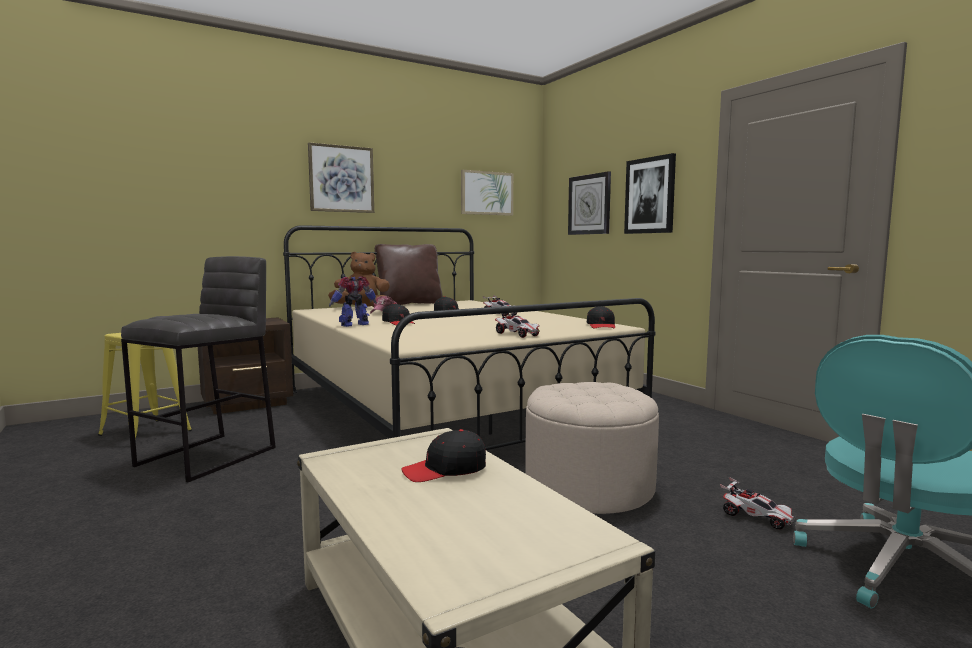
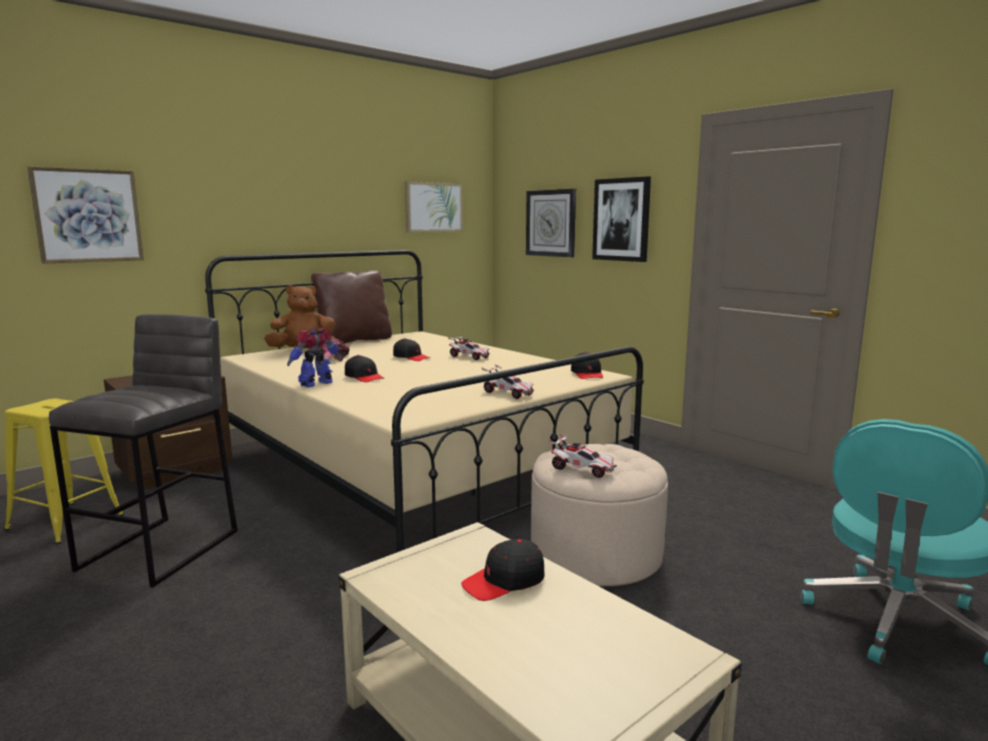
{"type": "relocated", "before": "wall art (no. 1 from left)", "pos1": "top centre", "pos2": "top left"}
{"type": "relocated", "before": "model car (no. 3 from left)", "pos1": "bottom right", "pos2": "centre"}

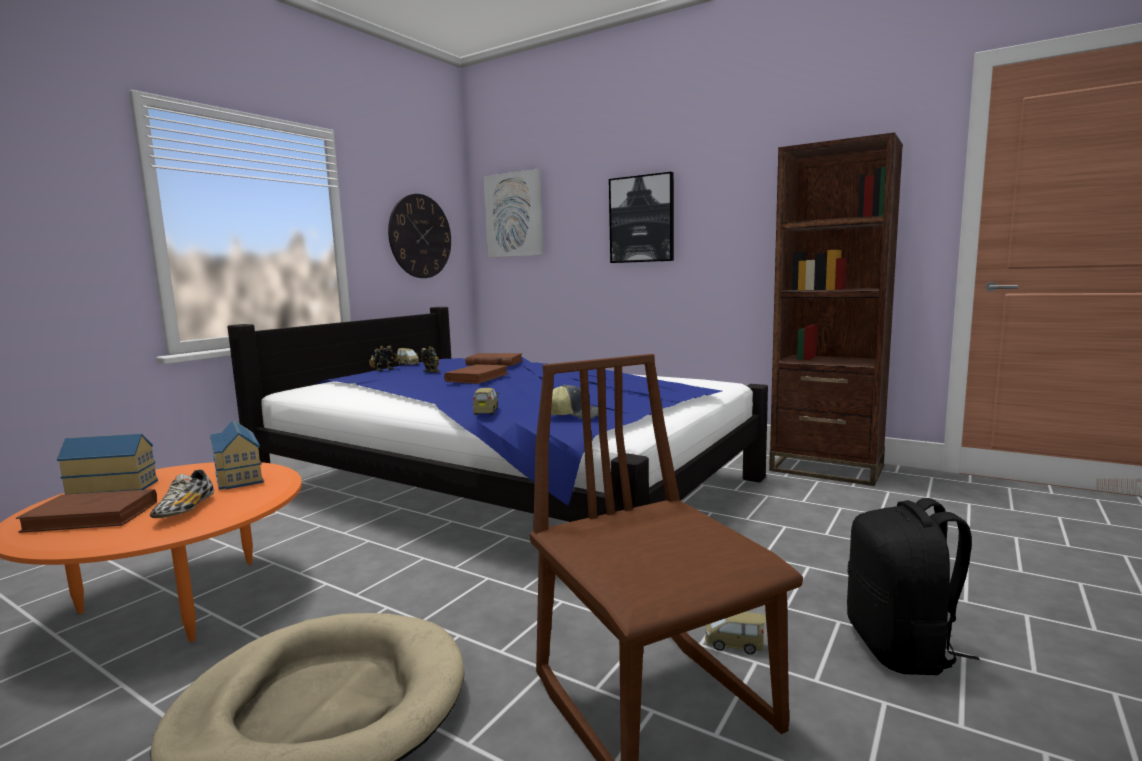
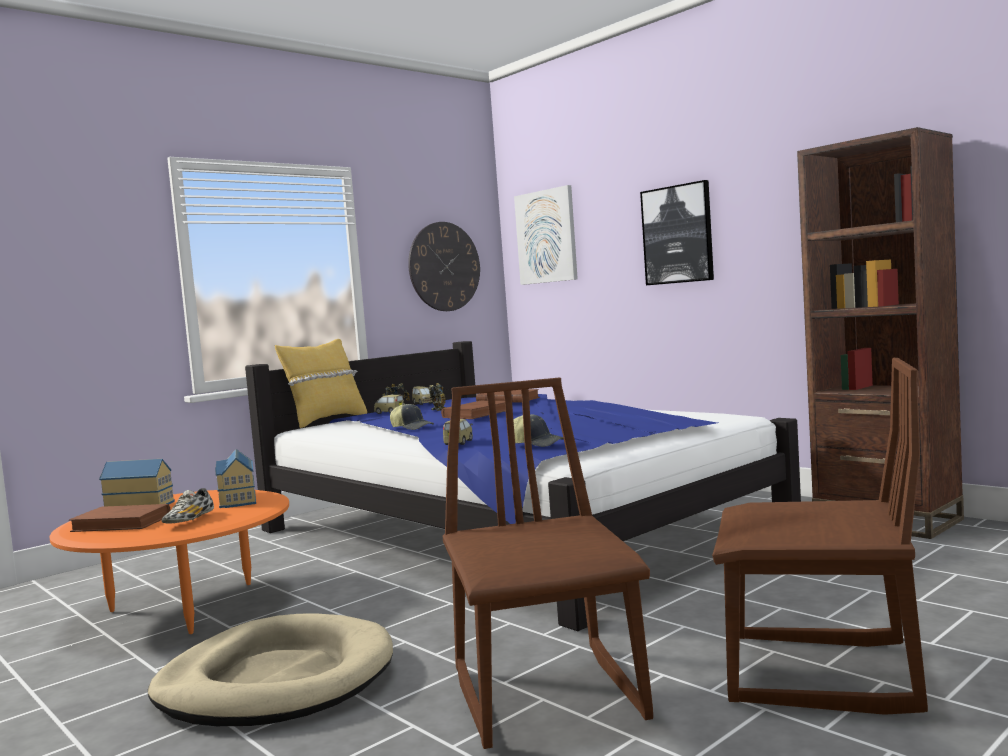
{"type": "exchanged", "before": "knapsack/black", "after": "chair/brown (no. 2 from left)", "pos1": "bottom right", "pos2": "bottom right"}
{"type": "relocated", "before": "model car (no. 3 from left in the first image)", "after": "model car (no. 1 from left)", "pos1": "bottom centre", "pos2": "centre"}
{"type": "appeared", "after": "cushion/yellow", "pos2": "middle left"}
{"type": "appeared", "after": "baseball cap (no. 1 from left)", "pos2": "centre"}

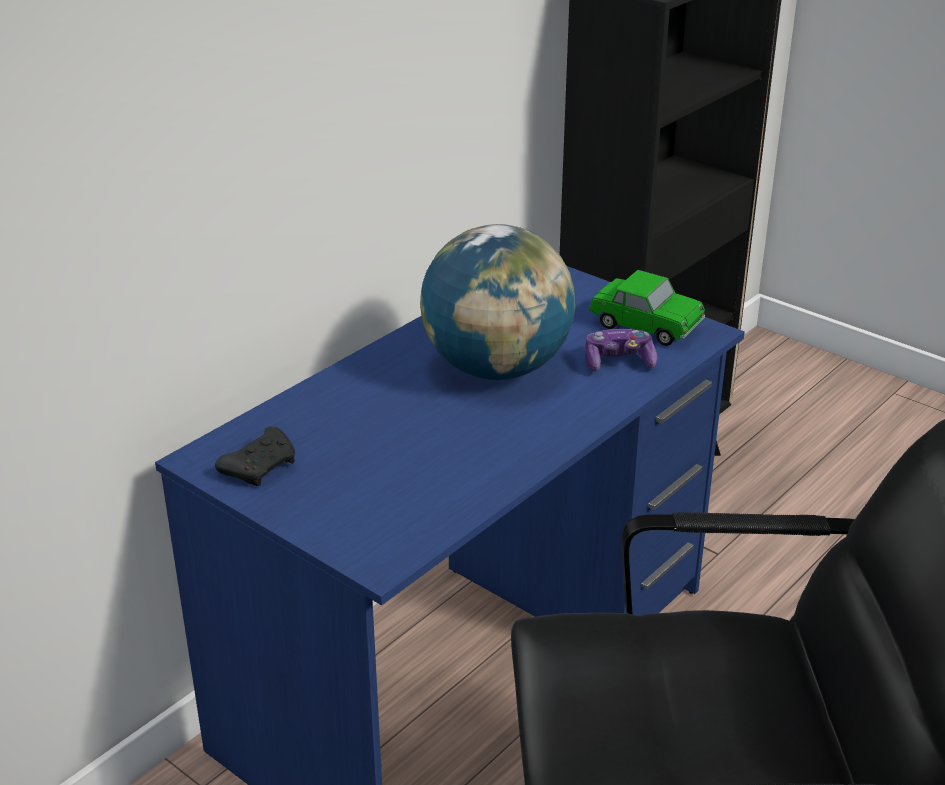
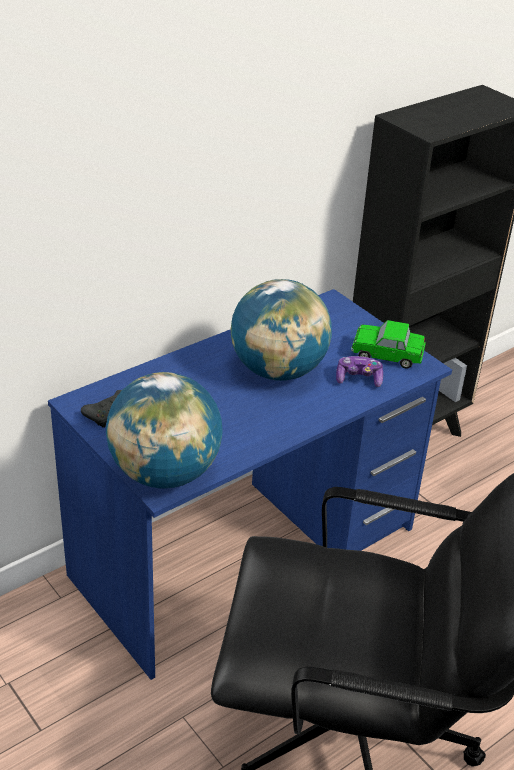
{"type": "spun", "before": "model car", "pos1": "middle right", "pos2": "middle right", "turn": 150}
{"type": "appeared", "after": "world globe (no. 1 from left)", "pos2": "middle left"}

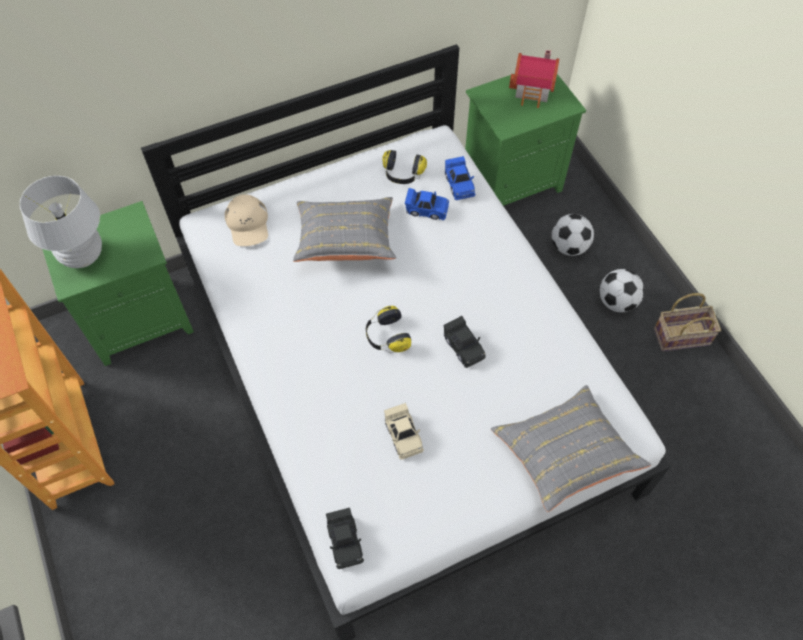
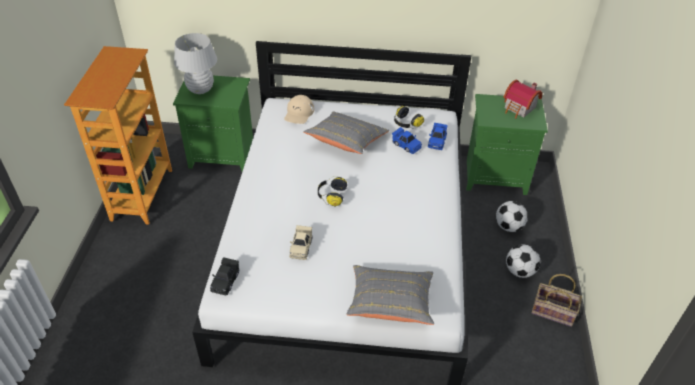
{"type": "missing", "before": "model car/black (no. 2 from left)", "pos1": "centre"}

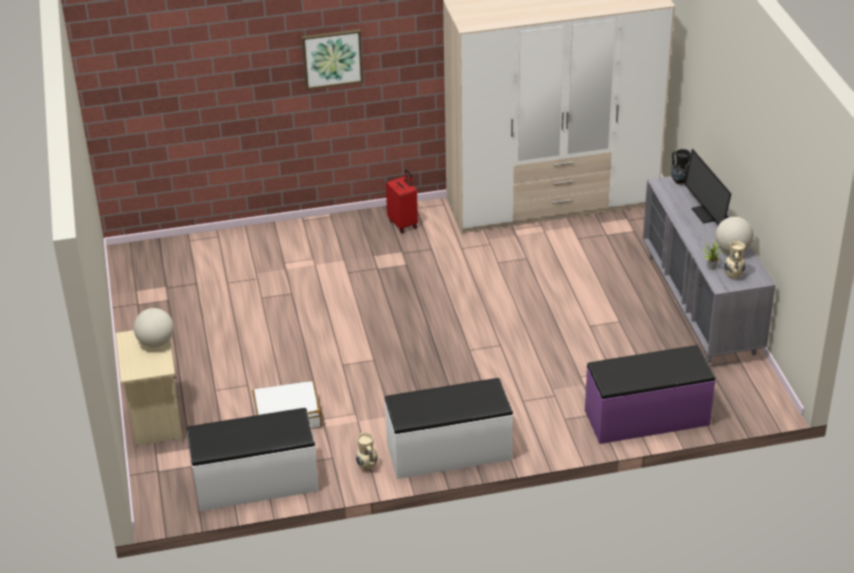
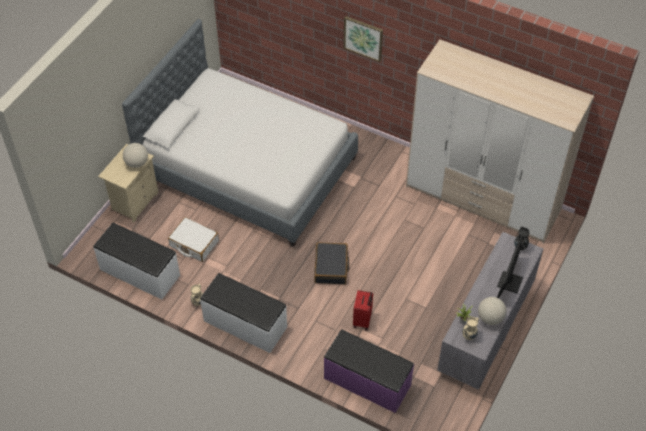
{"type": "relocated", "before": "travel case/red-coloured", "pos1": "centre", "pos2": "bottom centre"}
{"type": "appeared", "after": "sleeping bed", "pos2": "top centre"}
{"type": "appeared", "after": "travel case/black", "pos2": "centre"}

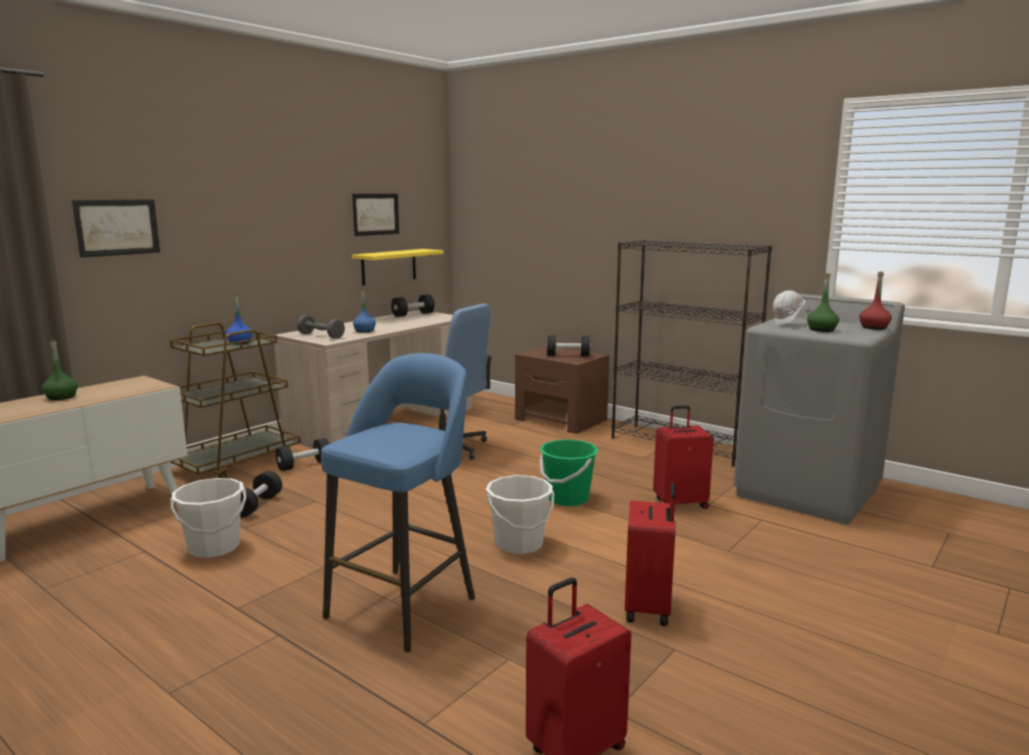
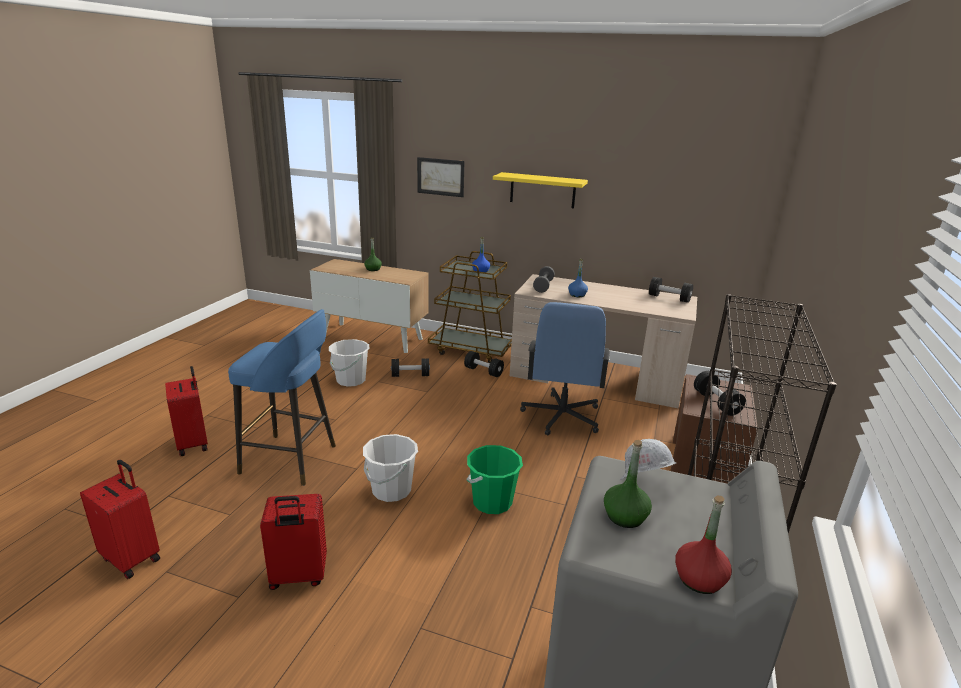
{"type": "missing", "before": "wall art (no. 2 from left)", "pos1": "top centre"}
{"type": "relocated", "before": "wall shelf/yellow", "pos1": "centre", "pos2": "top centre"}
{"type": "relocated", "before": "travel case/red-coloured (no. 3 from left in the first image)", "after": "travel case/red-coloured (no. 2 from left)", "pos1": "centre", "pos2": "middle left"}

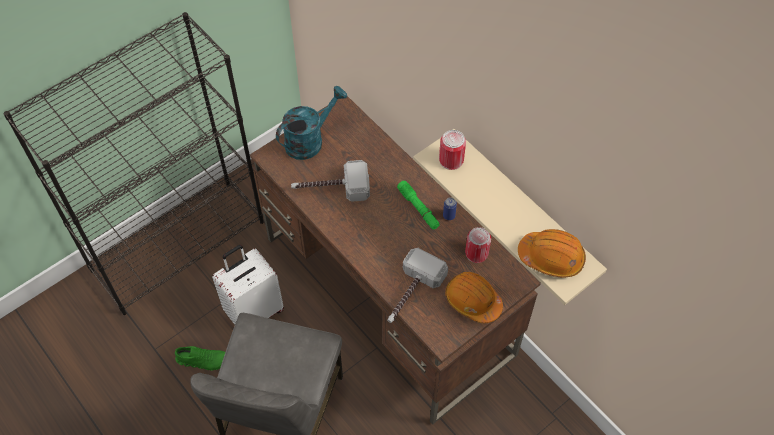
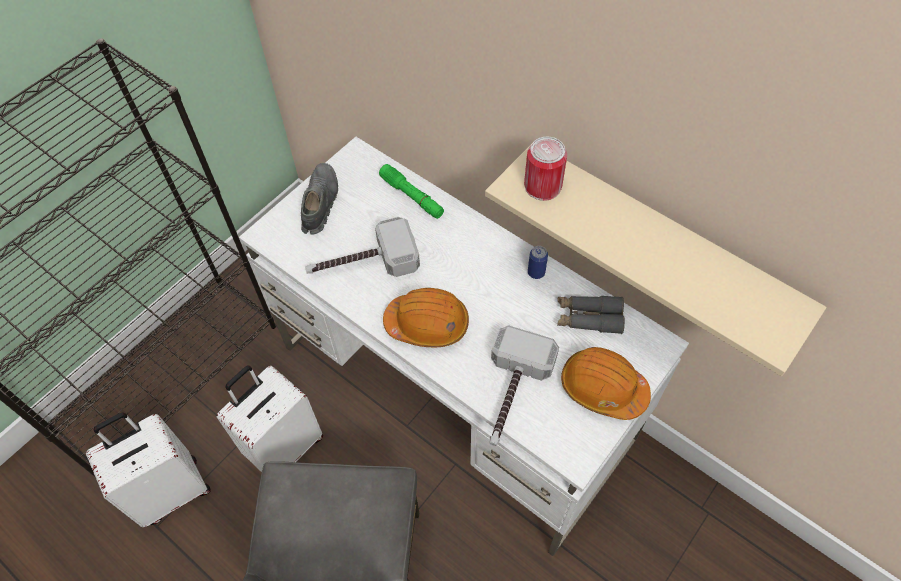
{"type": "exchanged", "before": "sprinkling can/turquoise-coloured", "after": "item of footwear/grey", "pos1": "top centre", "pos2": "centre"}
{"type": "colour", "before": "desk unit/brown", "after": "desk unit/whitish", "pos1": "centre", "pos2": "centre"}
{"type": "relocated", "before": "torch/green", "pos1": "centre", "pos2": "top centre"}
{"type": "exchanged", "before": "sealed can (no. 3 from left)", "after": "binoculars/grey", "pos1": "centre", "pos2": "centre"}
{"type": "relocated", "before": "hard hat/orange-coloured (no. 2 from left in the first image)", "after": "hard hat/orange-coloured (no. 1 from left)", "pos1": "middle right", "pos2": "centre"}
{"type": "missing", "before": "item of footwear/green", "pos1": "bottom left"}
{"type": "appeared", "after": "travel case/whitish (no. 1 from left)", "pos2": "bottom left"}

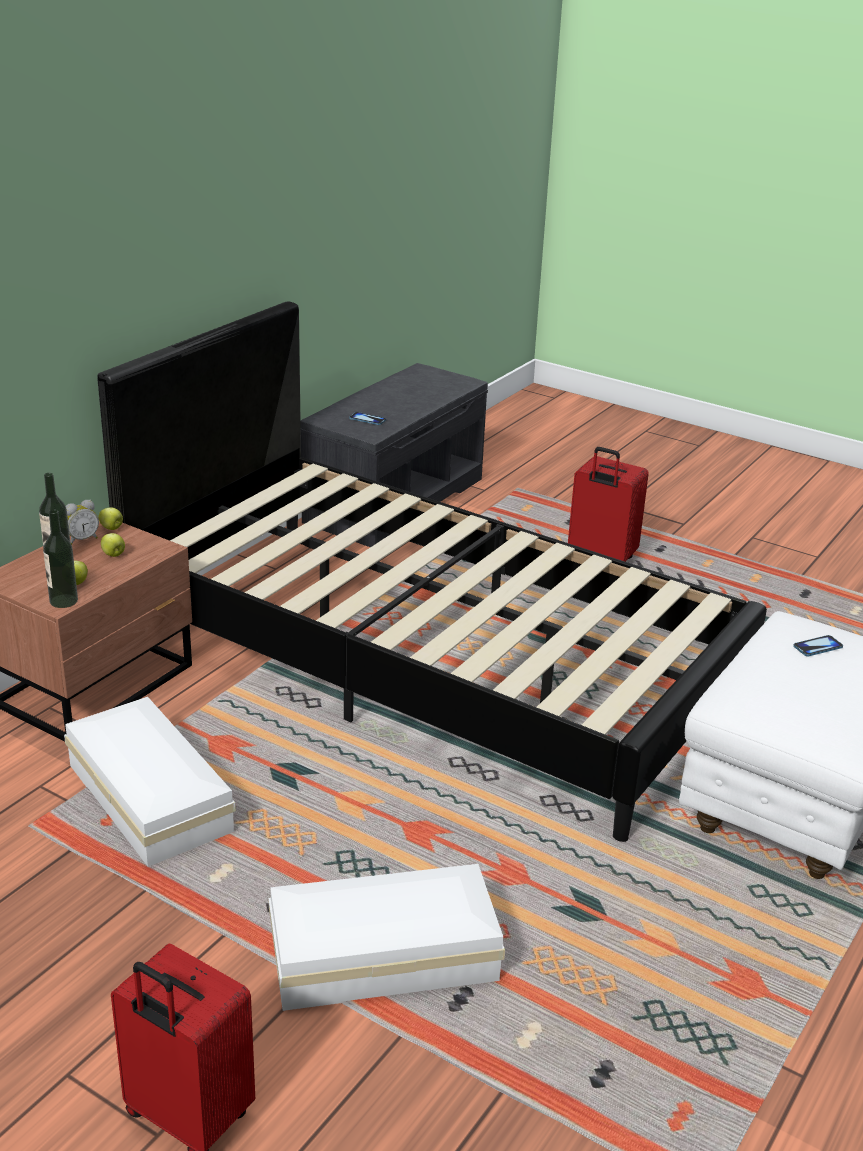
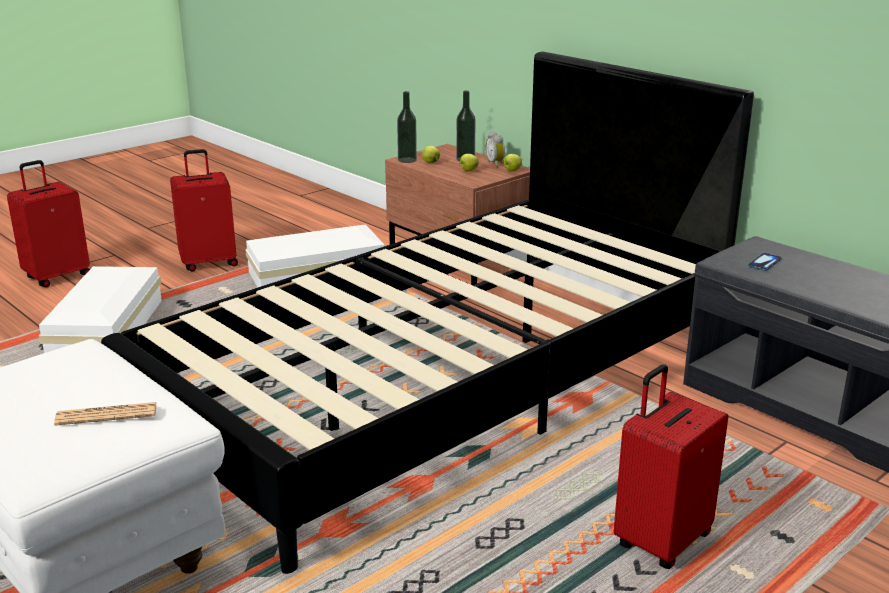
{"type": "exchanged", "before": "telephone (no. 2 from left)", "after": "printed paper", "pos1": "middle right", "pos2": "bottom left"}
{"type": "appeared", "after": "travel case/red-coloured (no. 2 from left)", "pos2": "middle left"}

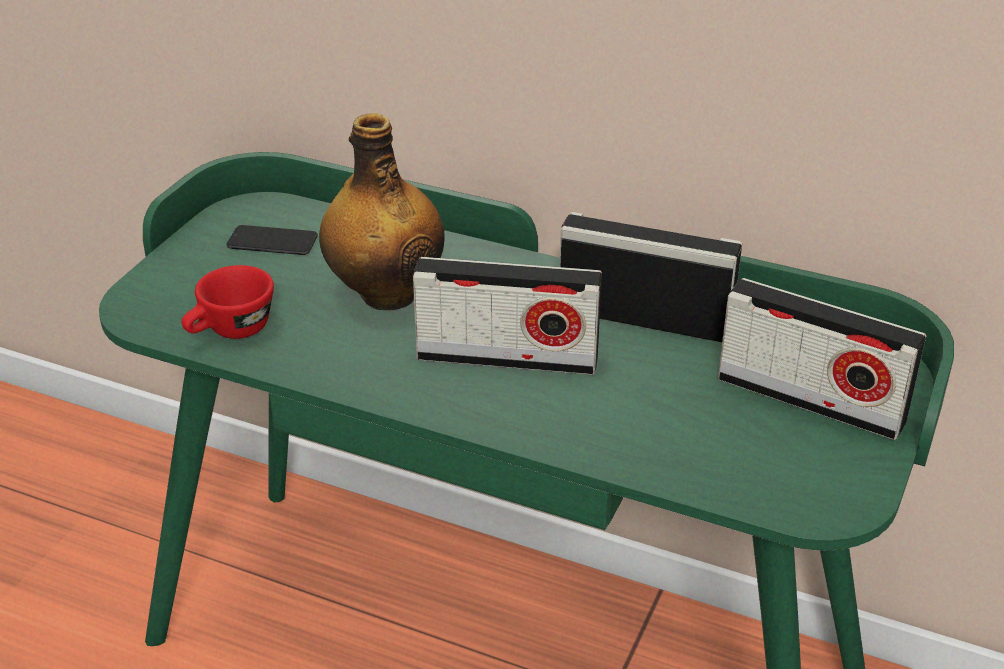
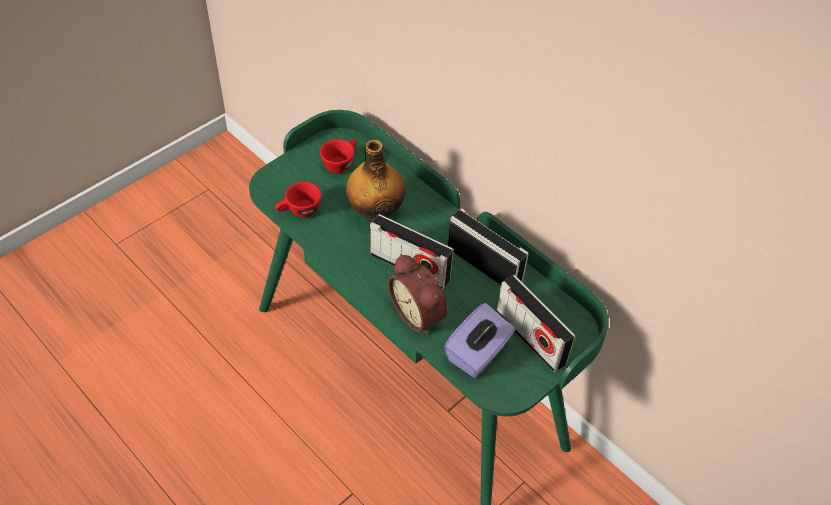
{"type": "exchanged", "before": "telephone", "after": "drinking cup/red-coloured (no. 2 from left)", "pos1": "middle left", "pos2": "top centre"}
{"type": "appeared", "after": "table clock", "pos2": "centre"}
{"type": "appeared", "after": "box of tissues/purple-coloured", "pos2": "bottom centre"}

